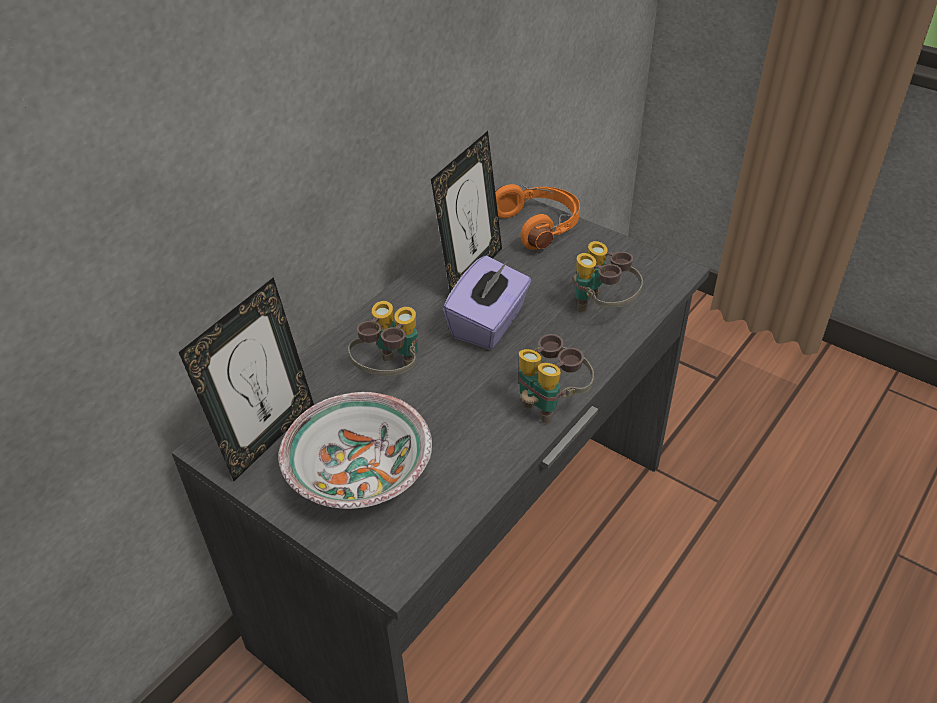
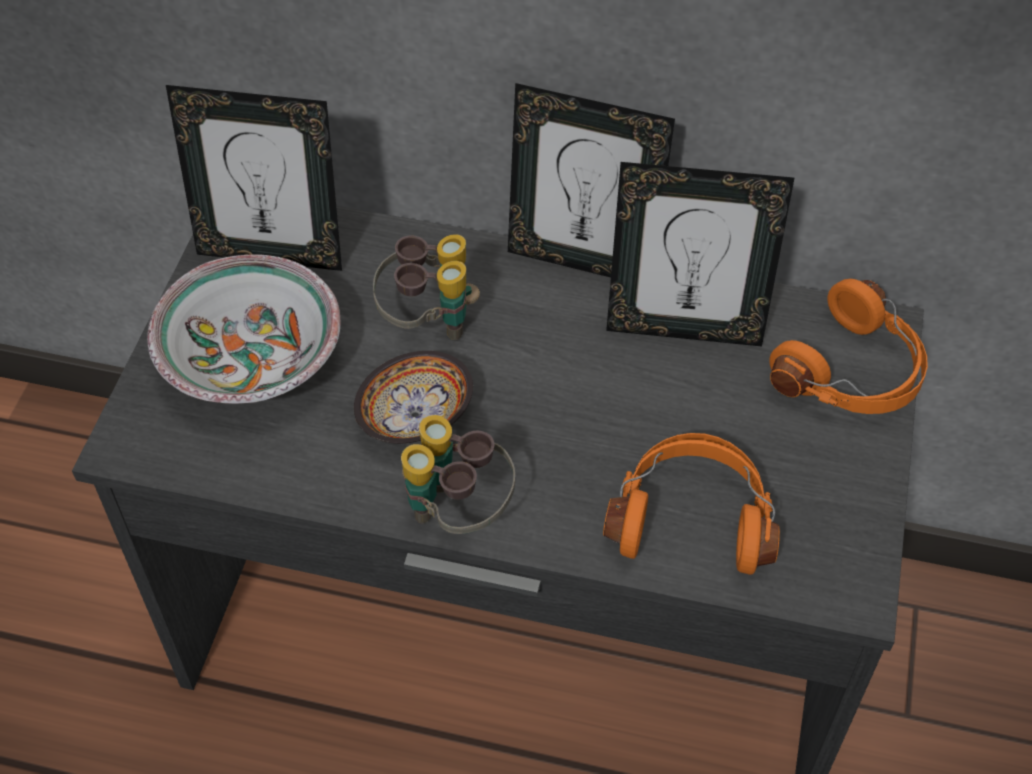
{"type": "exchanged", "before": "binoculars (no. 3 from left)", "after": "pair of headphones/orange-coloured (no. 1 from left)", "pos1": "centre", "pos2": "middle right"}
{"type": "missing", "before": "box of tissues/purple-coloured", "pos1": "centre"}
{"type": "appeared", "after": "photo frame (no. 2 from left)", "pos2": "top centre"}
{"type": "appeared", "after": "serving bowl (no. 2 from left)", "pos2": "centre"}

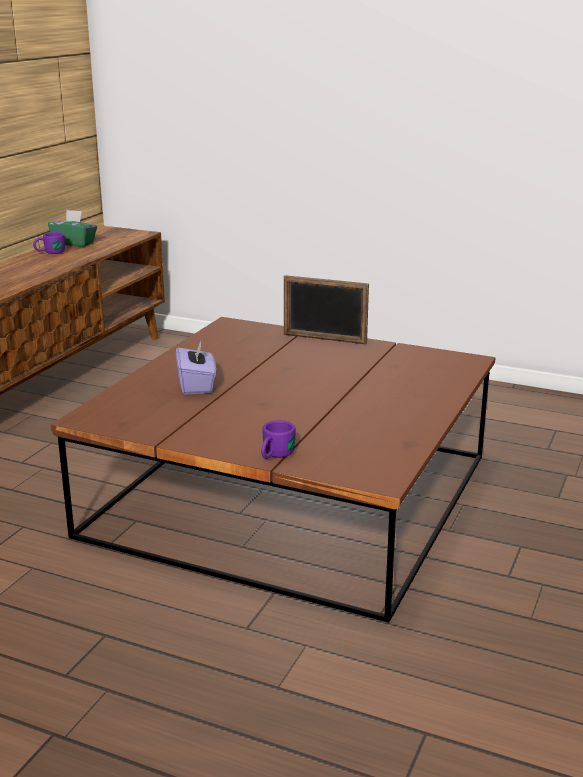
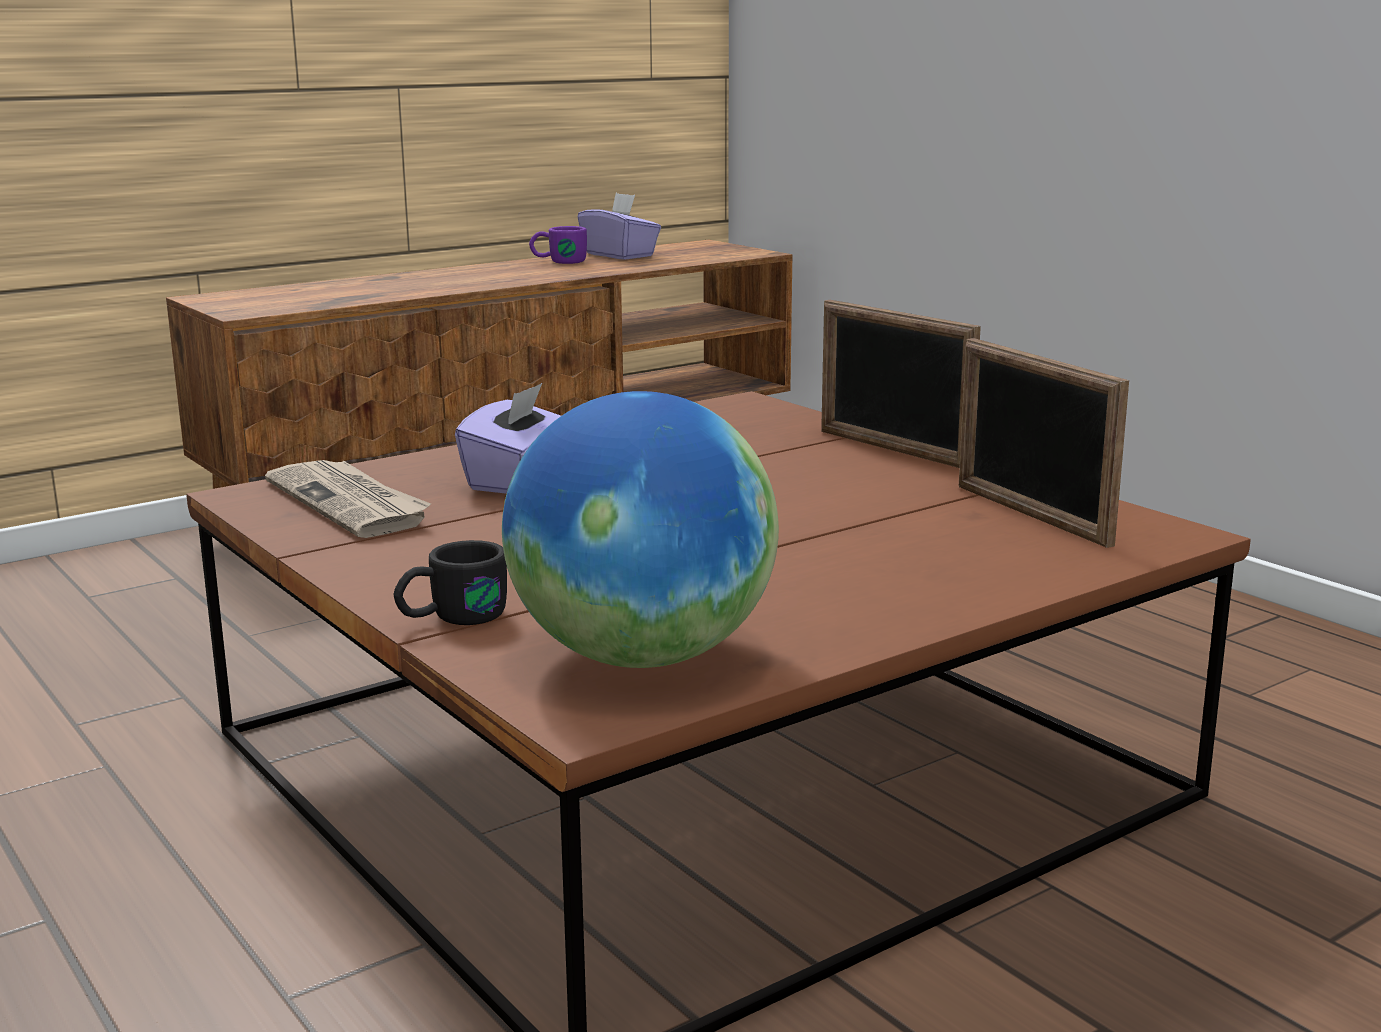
{"type": "colour", "before": "box of tissues/green", "after": "box of tissues/purple-coloured (no. 2 from left)", "pos1": "top left", "pos2": "top centre"}
{"type": "colour", "before": "coffee mug/purple-coloured (no. 2 from left)", "after": "coffee mug/black", "pos1": "centre", "pos2": "middle left"}
{"type": "appeared", "after": "photo frame (no. 2 from left)", "pos2": "middle right"}
{"type": "appeared", "after": "world globe", "pos2": "centre"}
{"type": "appeared", "after": "printed paper", "pos2": "middle left"}

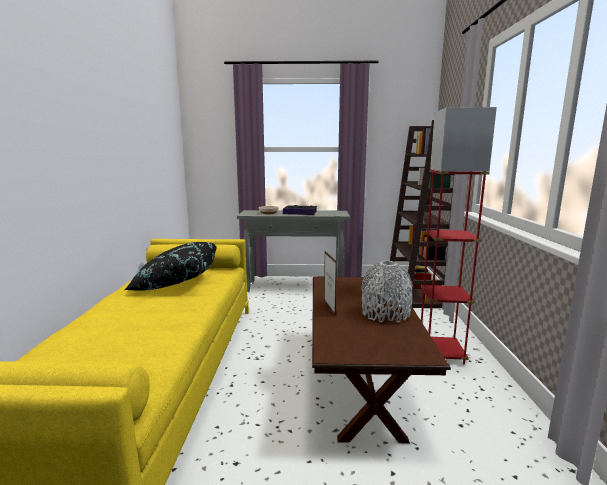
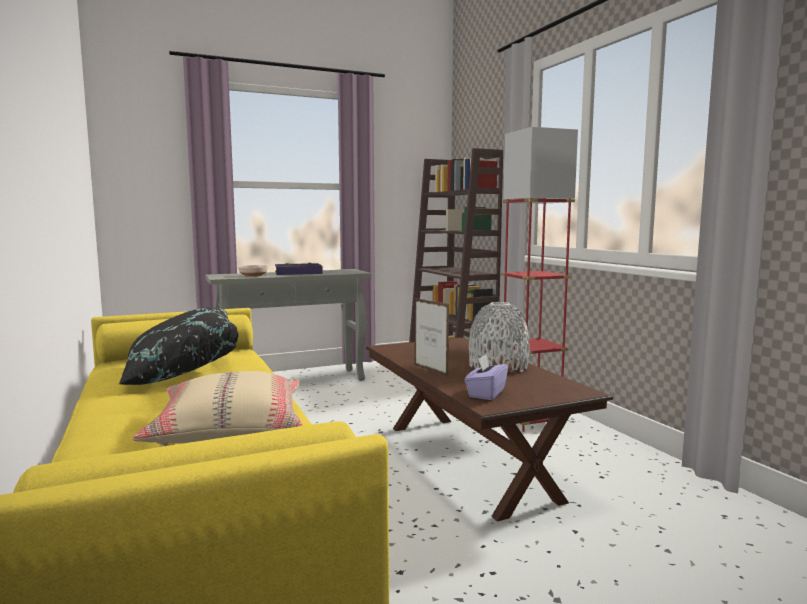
{"type": "appeared", "after": "box of tissues/purple-coloured", "pos2": "centre"}
{"type": "appeared", "after": "cushion/beige-coloured", "pos2": "bottom left"}

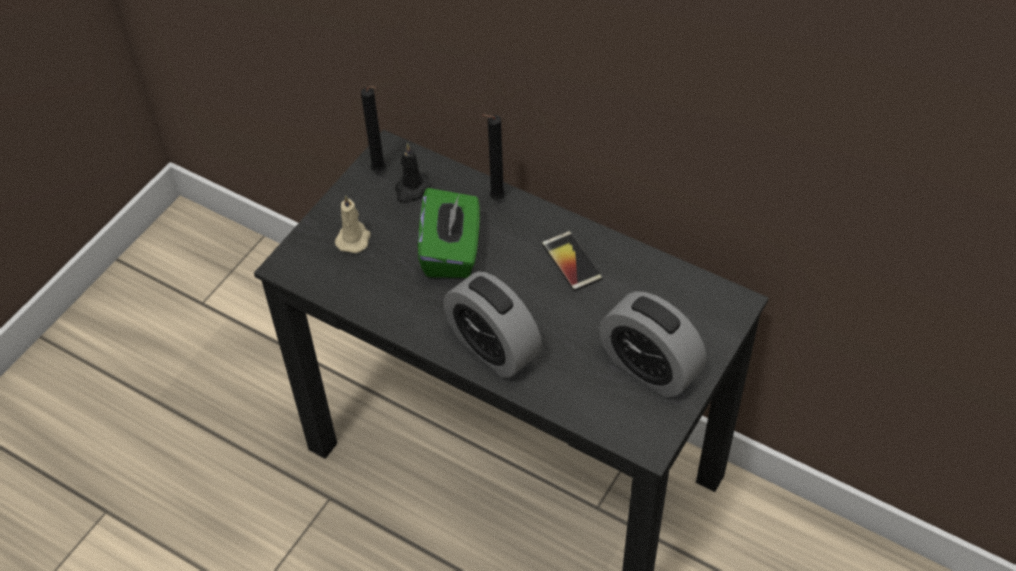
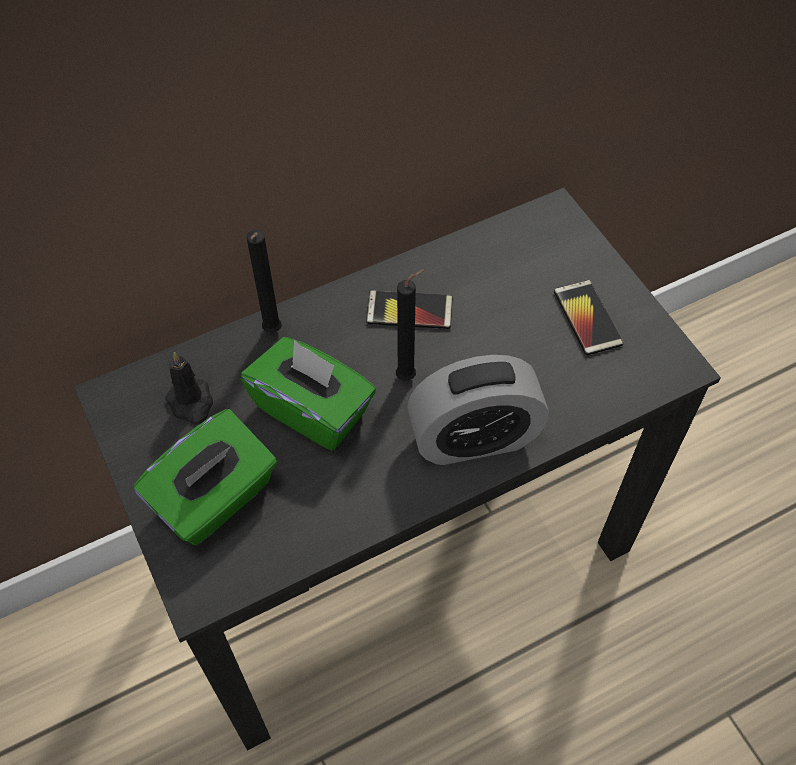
{"type": "relocated", "before": "wax candle/black (no. 1 from left in the first image)", "after": "wax candle/black (no. 3 from left)", "pos1": "top centre", "pos2": "centre"}
{"type": "exchanged", "before": "wax candle/beige-coloured", "after": "box of tissues/green (no. 1 from left)", "pos1": "centre", "pos2": "middle left"}
{"type": "exchanged", "before": "table clock (no. 2 from left)", "after": "telephone (no. 2 from left)", "pos1": "centre", "pos2": "middle right"}

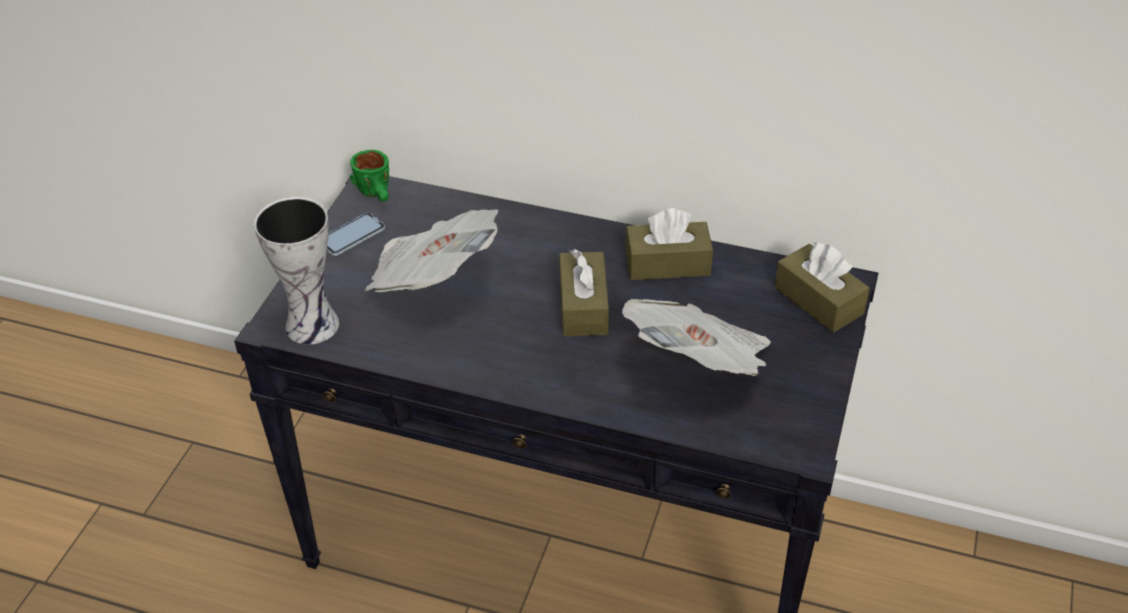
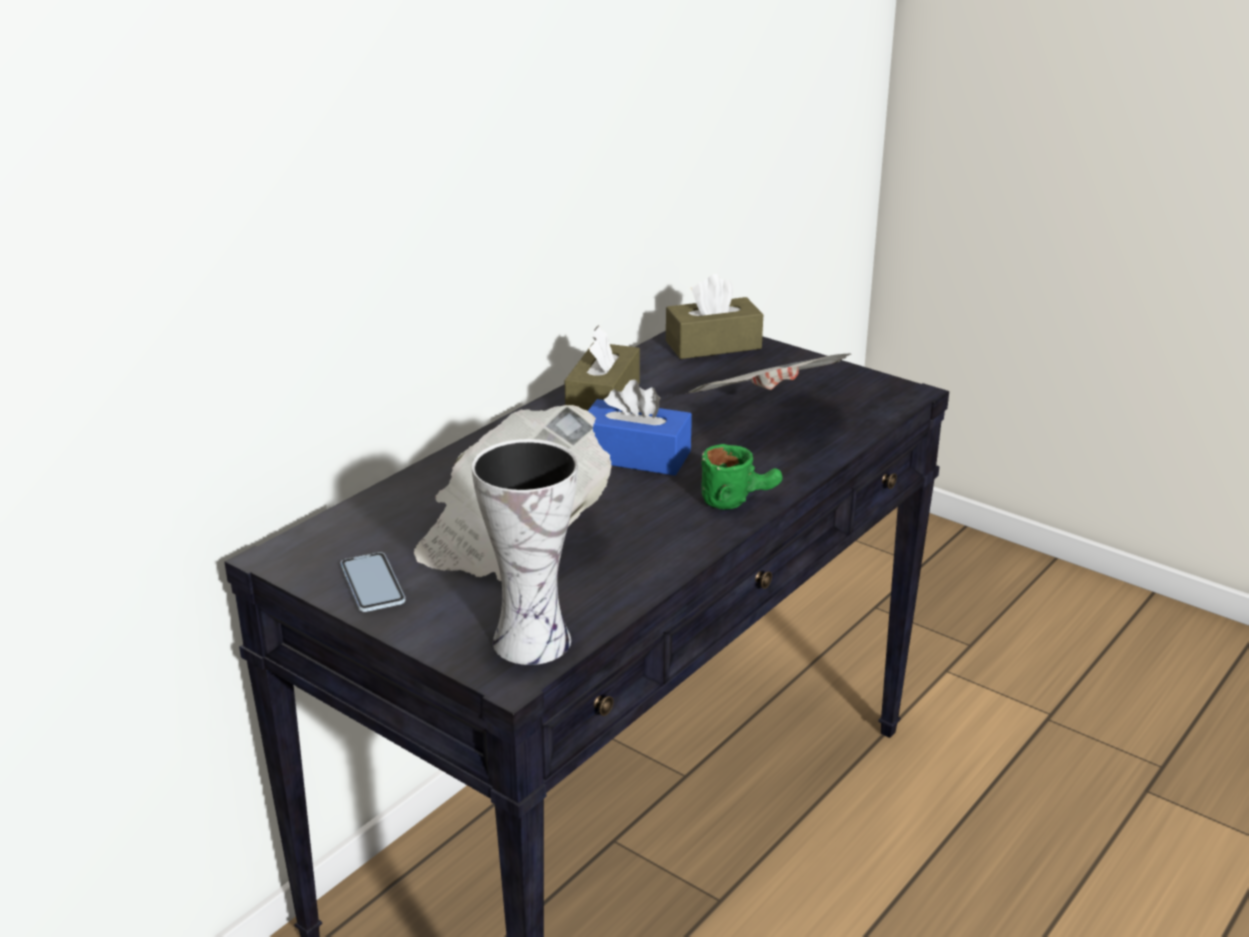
{"type": "relocated", "before": "coffee mug/green", "pos1": "top left", "pos2": "centre"}
{"type": "colour", "before": "box of tissues/brown (no. 1 from left)", "after": "box of tissues/blue", "pos1": "centre", "pos2": "centre"}

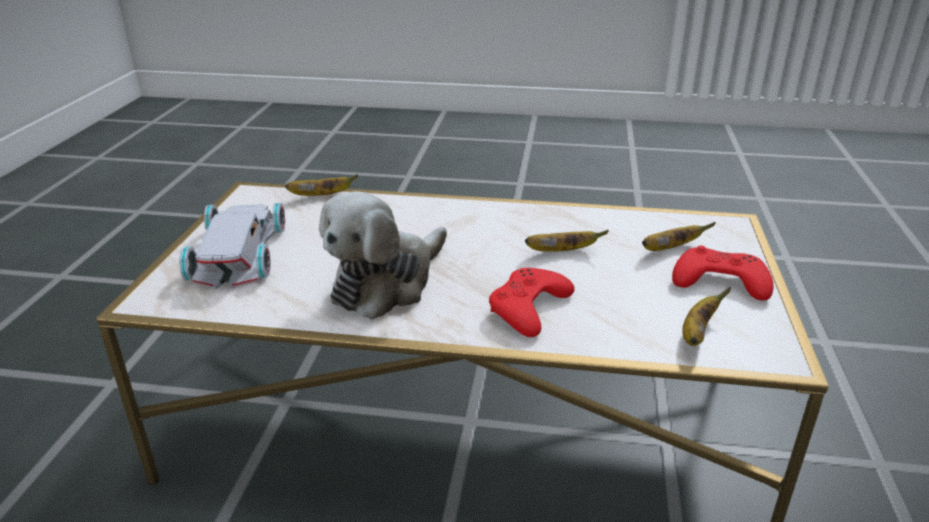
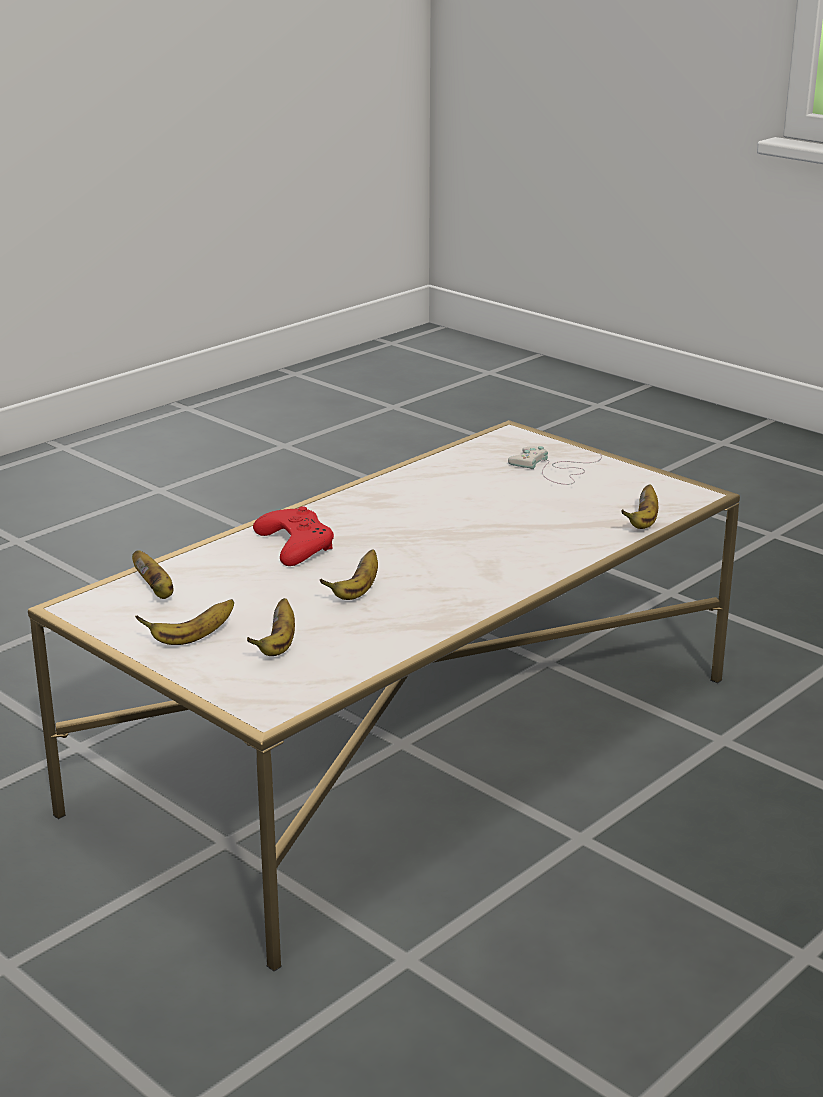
{"type": "missing", "before": "plush toy", "pos1": "centre"}
{"type": "exchanged", "before": "model car/whitish", "after": "game controller/whitish", "pos1": "middle left", "pos2": "middle right"}
{"type": "exchanged", "before": "game controller/red-coloured (no. 2 from left)", "after": "banana (no. 2 from left)", "pos1": "middle right", "pos2": "middle left"}

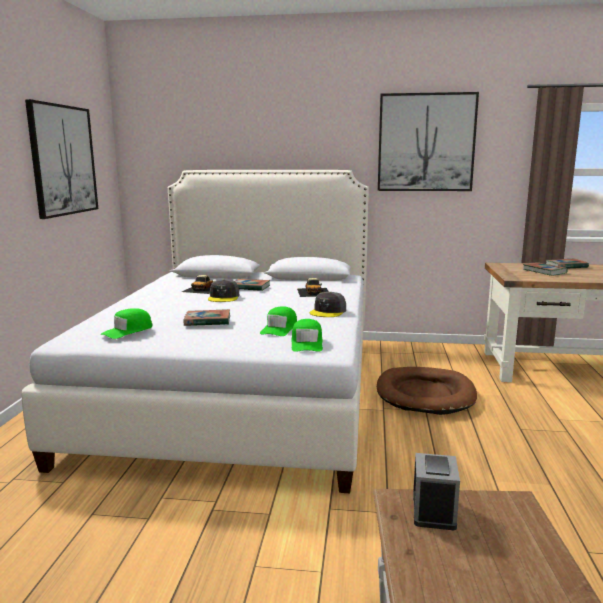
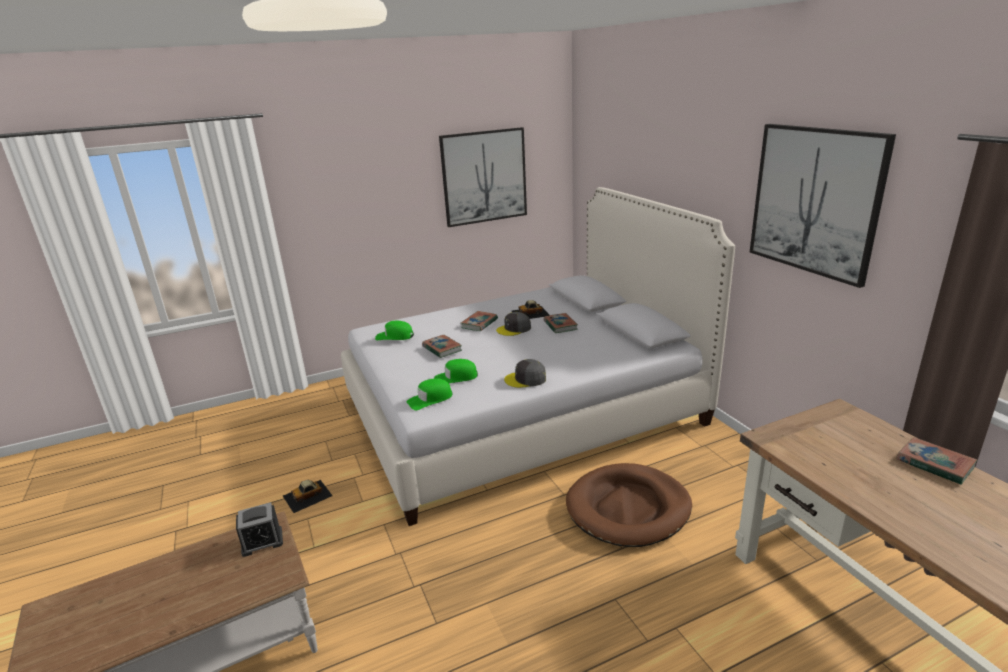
{"type": "relocated", "before": "bound book (no. 3 from left in the first image)", "after": "bound book (no. 2 from left)", "pos1": "middle right", "pos2": "centre"}
{"type": "relocated", "before": "model car (no. 2 from left in the first image)", "after": "model car (no. 1 from left)", "pos1": "centre", "pos2": "bottom left"}

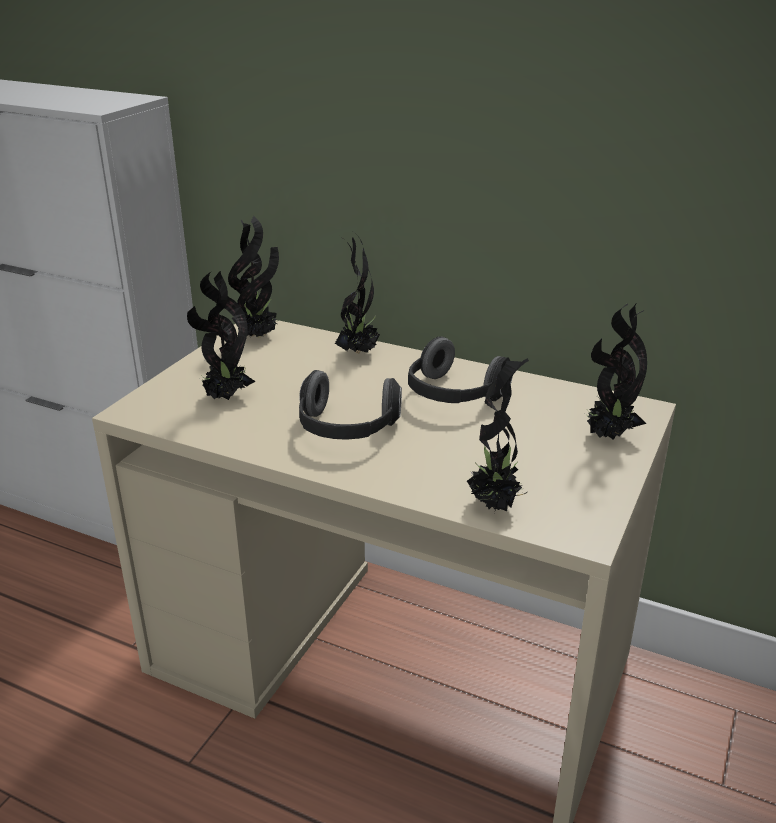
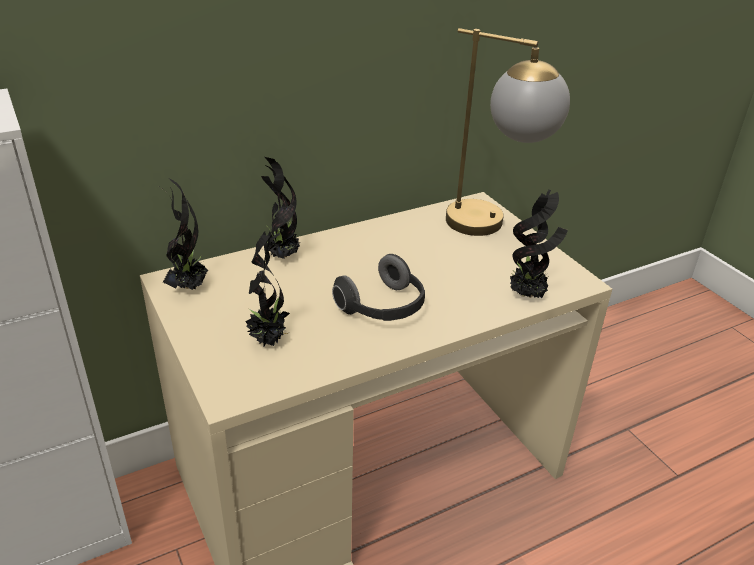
{"type": "exchanged", "before": "houseplant (no. 5 from left)", "after": "lamp for a table", "pos1": "middle right", "pos2": "top right"}
{"type": "missing", "before": "pair of headphones (no. 2 from left)", "pos1": "centre"}

